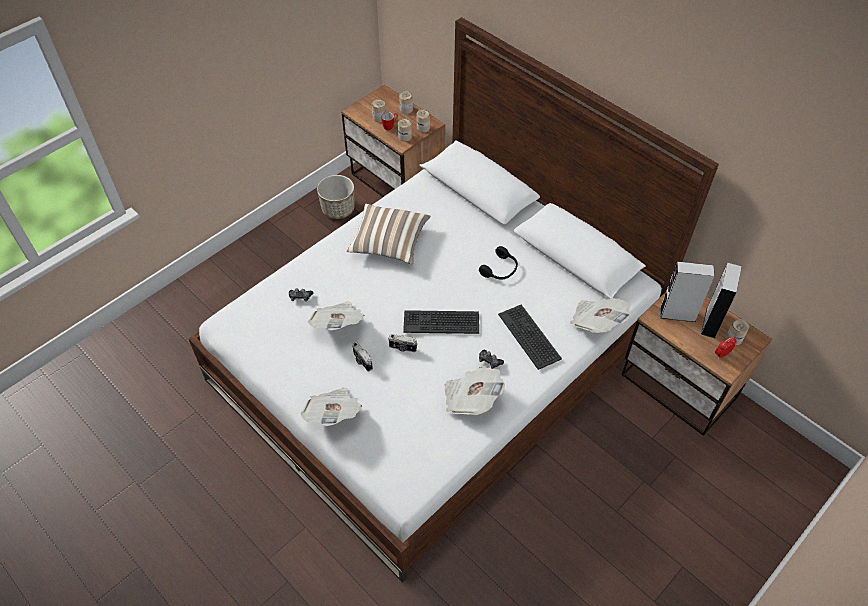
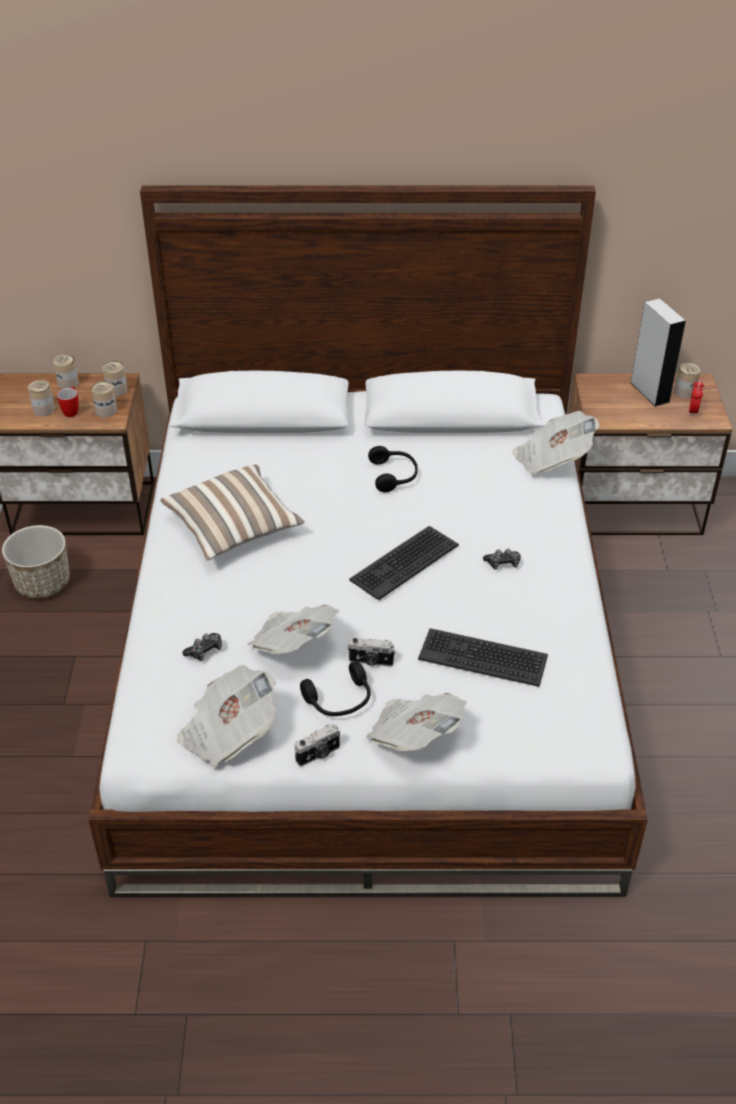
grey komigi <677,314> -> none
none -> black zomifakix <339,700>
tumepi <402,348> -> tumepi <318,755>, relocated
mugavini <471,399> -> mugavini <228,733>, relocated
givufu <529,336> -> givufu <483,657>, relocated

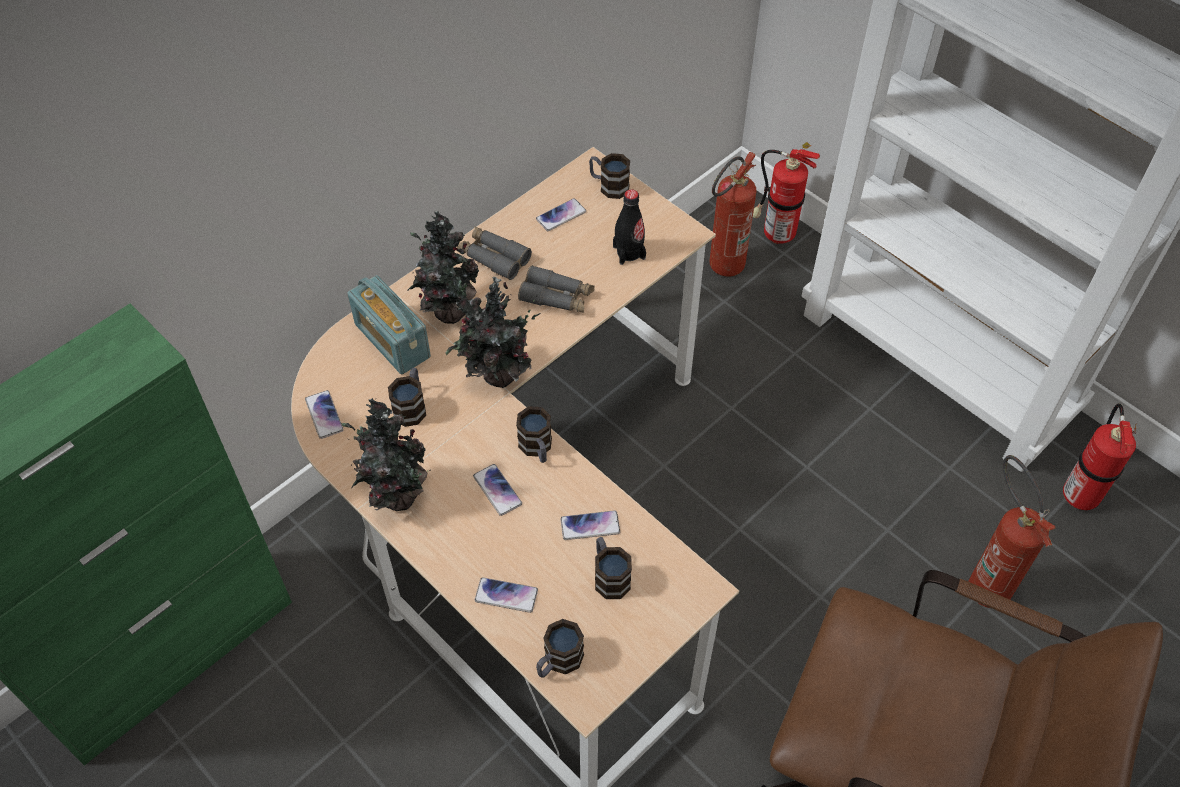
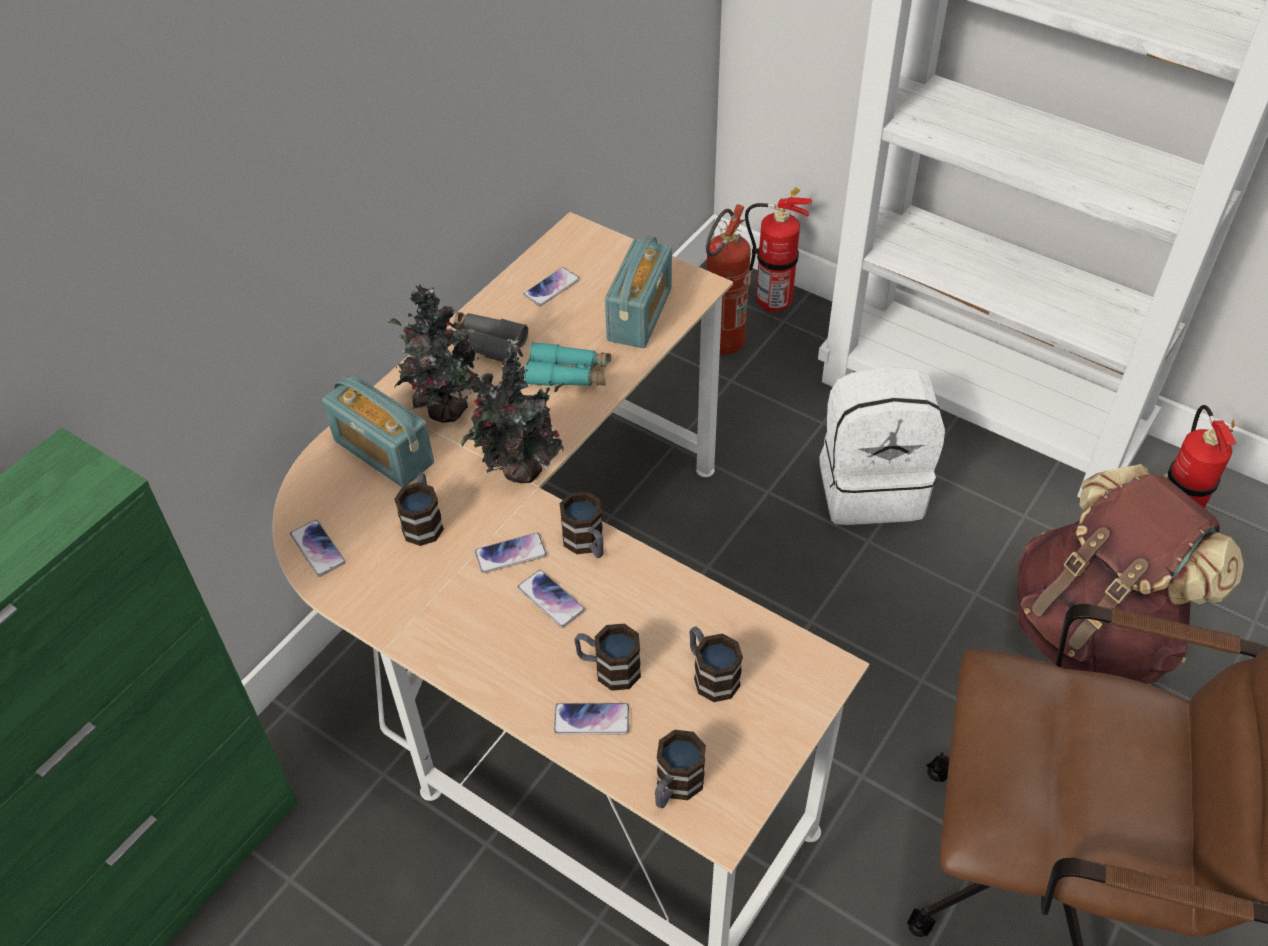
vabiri <395,496> -> none
none -> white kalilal <871,487>
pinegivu <590,526> -> pinegivu <510,554>, relocated
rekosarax <609,186> -> rekosarax <608,668>, relocated
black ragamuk <629,252> -> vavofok <640,314>
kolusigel <982,580> -> brown kalilal <1094,630>
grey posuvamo <557,297> -> turquoise posuvamo <569,374>

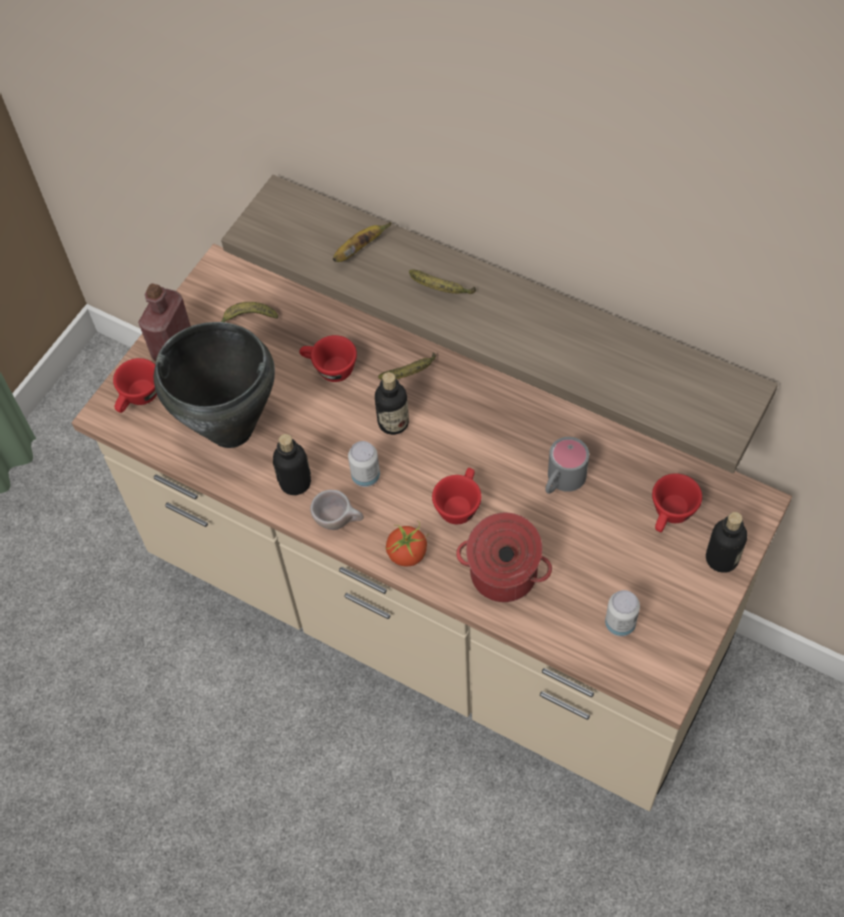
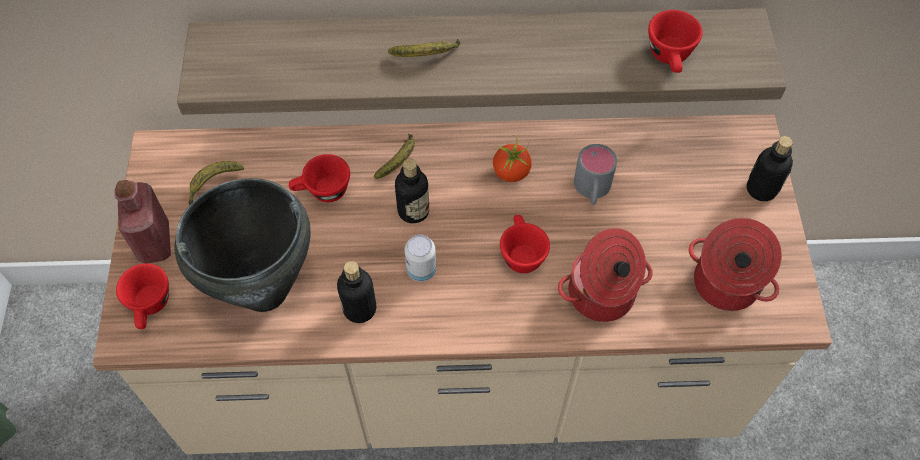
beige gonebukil <339,521> -> none
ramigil <359,249> -> none
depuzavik <407,554> -> depuzavik <511,172>, relocated
red gonebukil <671,515> -> red gonebukil <670,58>, relocated
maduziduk <620,624> -> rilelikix <724,284>

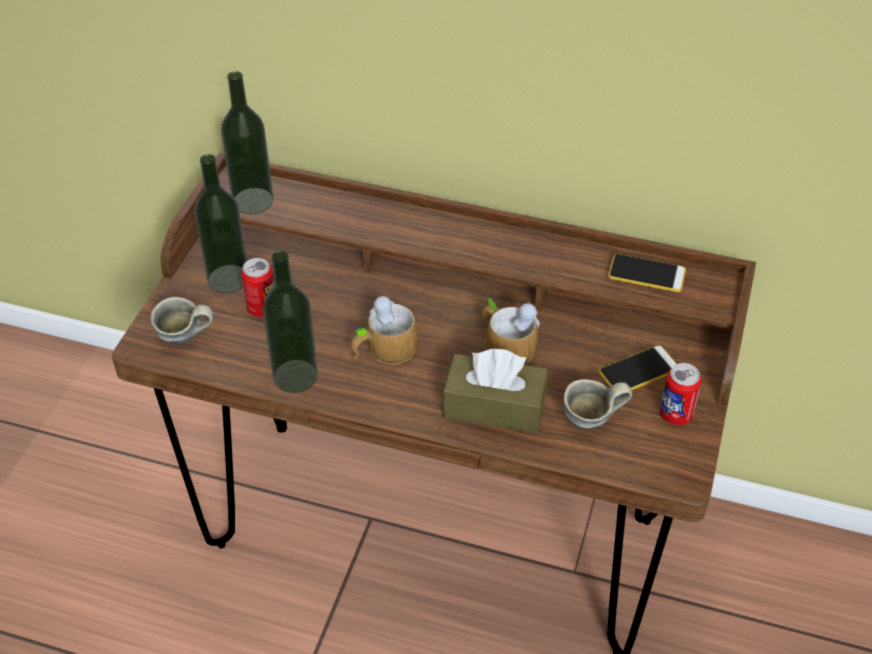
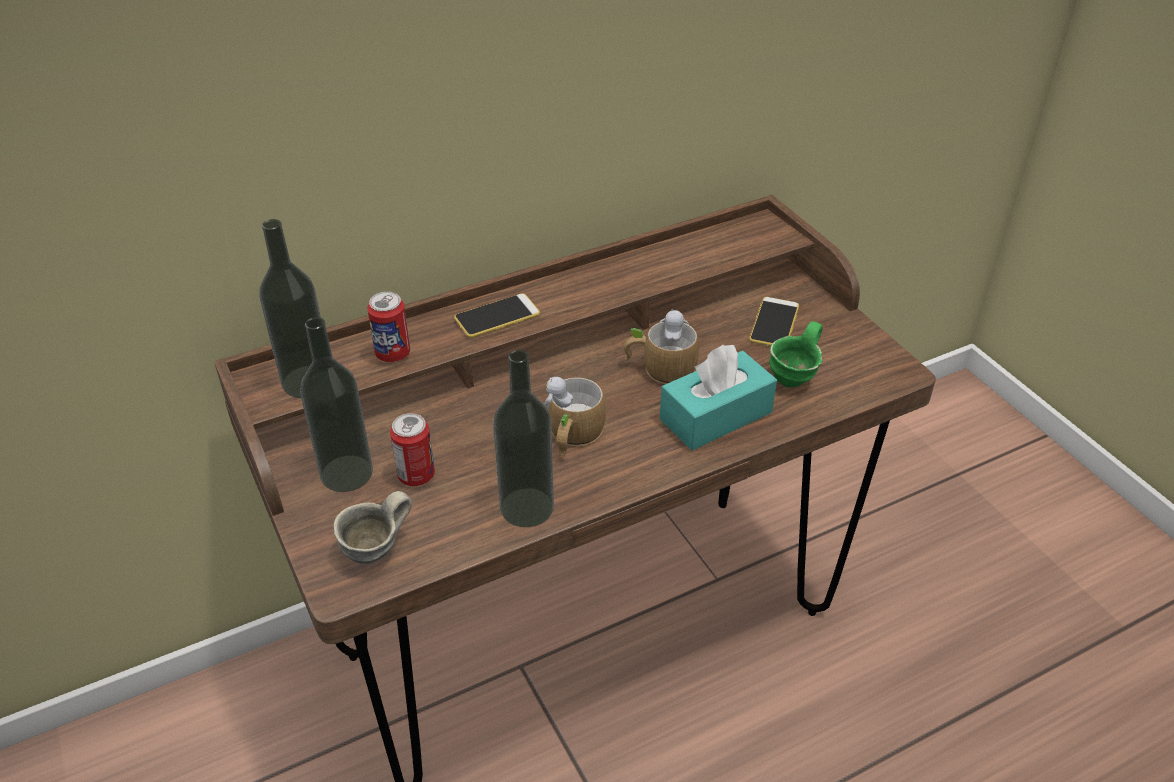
pinegivu <646,274> -> pinegivu <497,316>, relocated
maduziduk <675,414> -> maduziduk <393,354>, relocated
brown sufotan <494,406> -> turquoise sufotan <716,416>
grey rekosarax <591,423> -> green rekosarax <796,379>

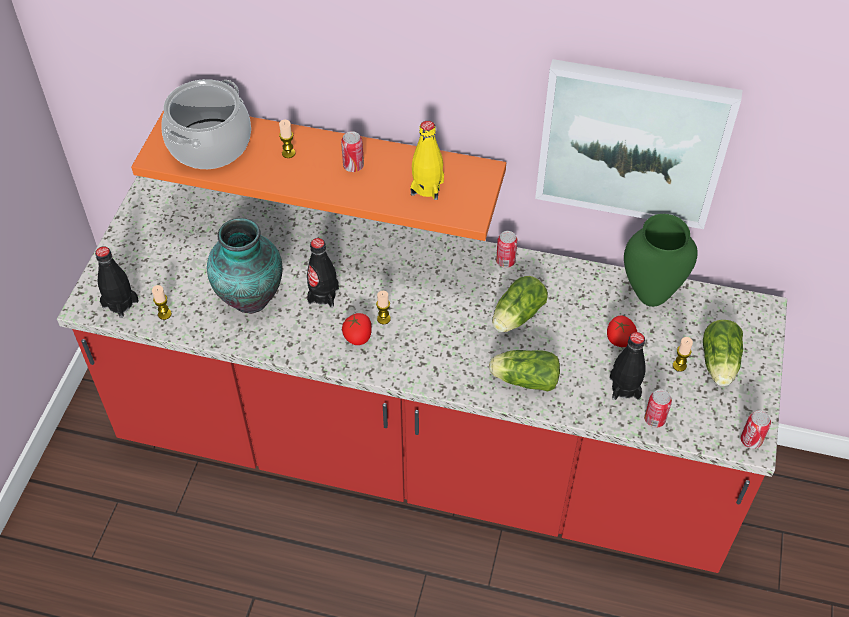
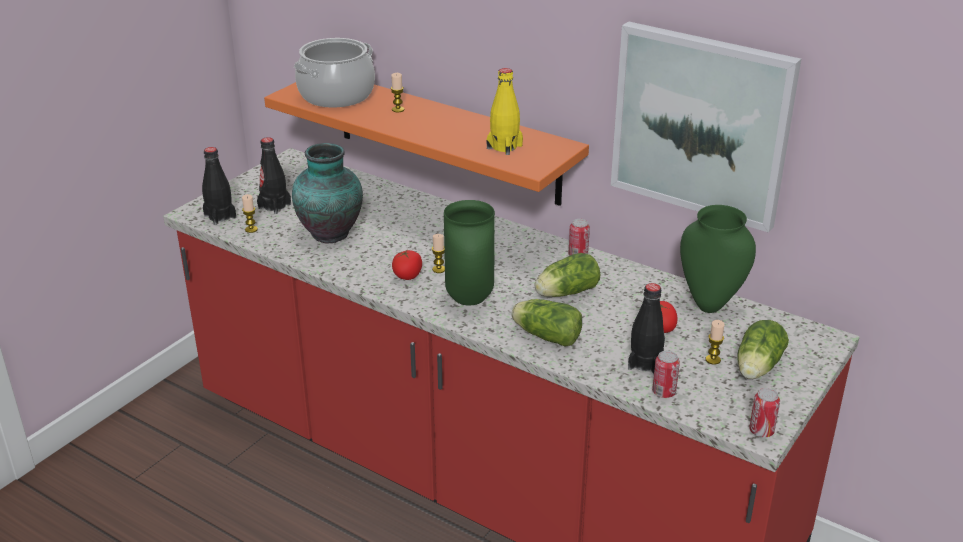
maduziduk <353,166> -> none
none -> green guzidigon <468,299>
black ragamuk <323,295> -> black ragamuk <274,206>, relocated

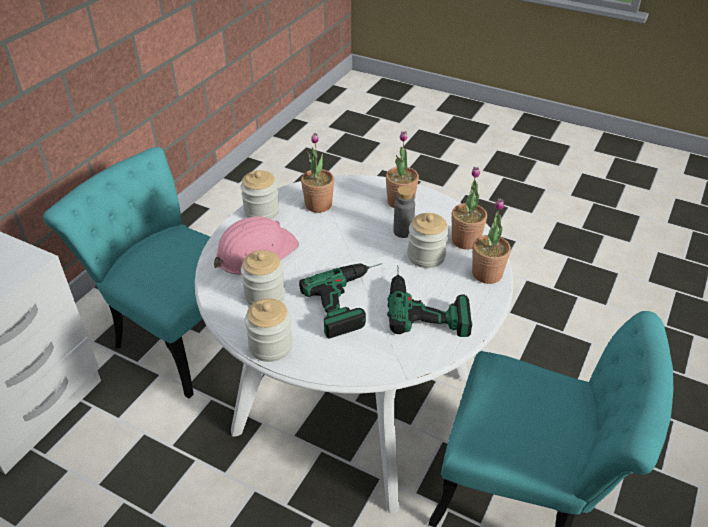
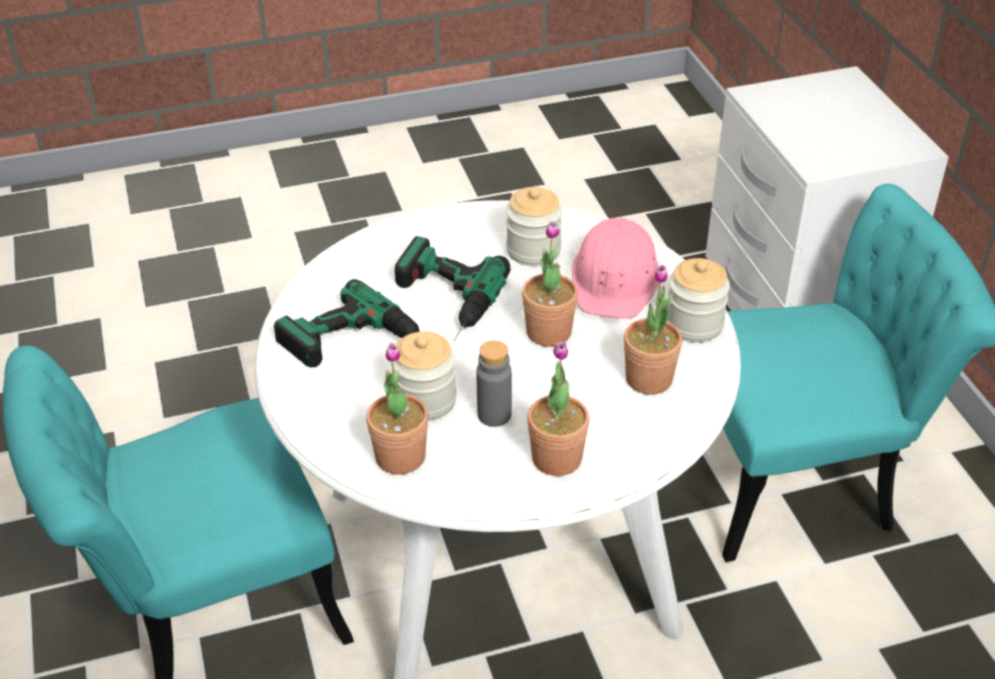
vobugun <270,346> -> none
vabiri <487,274> -> vabiri <548,332>, relocated

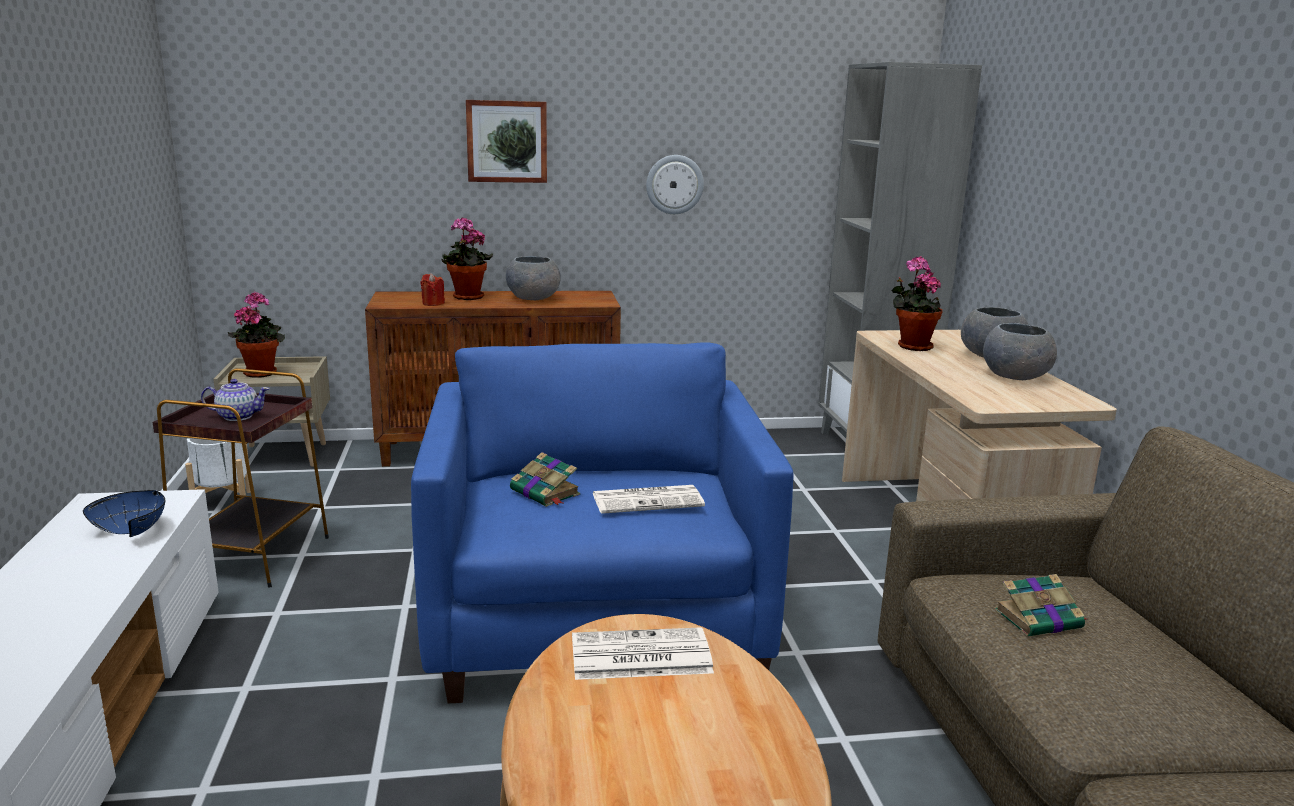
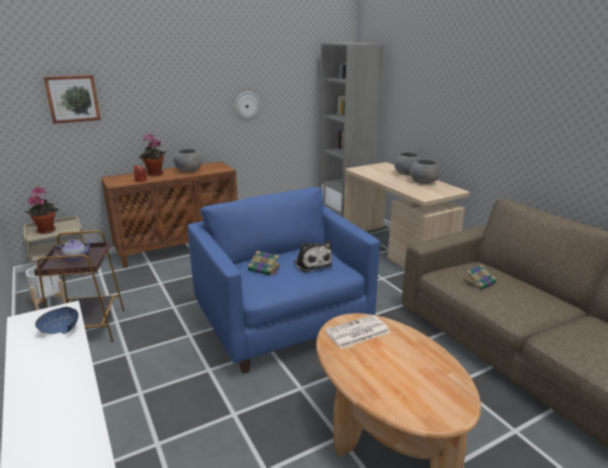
vabiri <911,346> -> none
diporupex <507,141> -> diporupex <72,98>, relocated
mugavini <649,500> -> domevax <312,263>

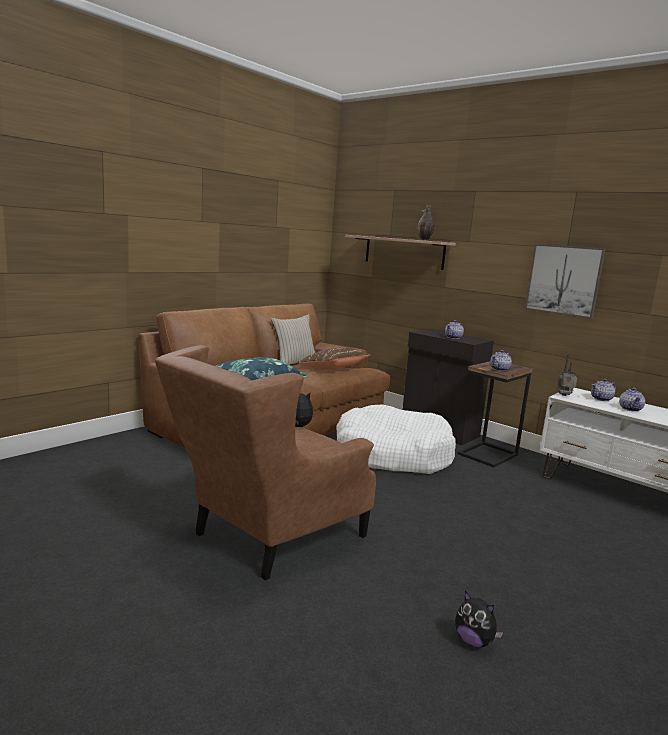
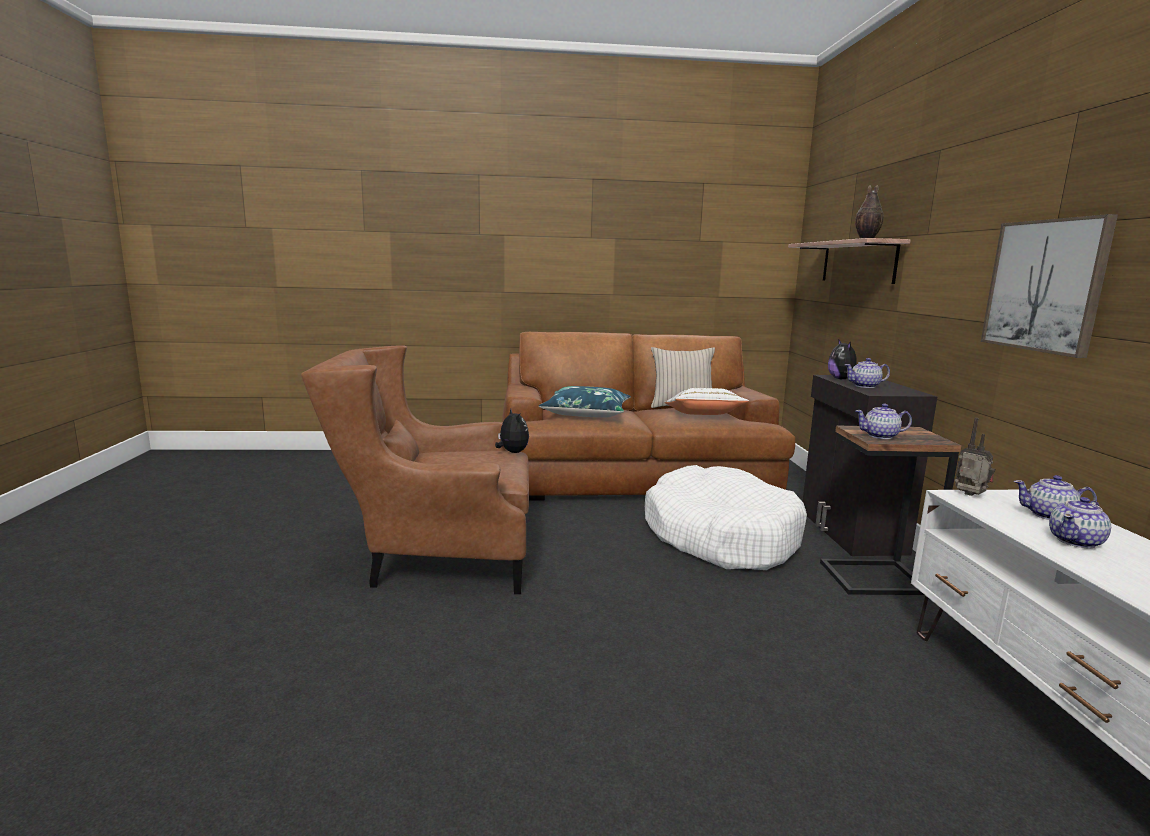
domevax <474,641> -> domevax <842,379>, relocated
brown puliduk <333,369> -> white puliduk <703,416>

